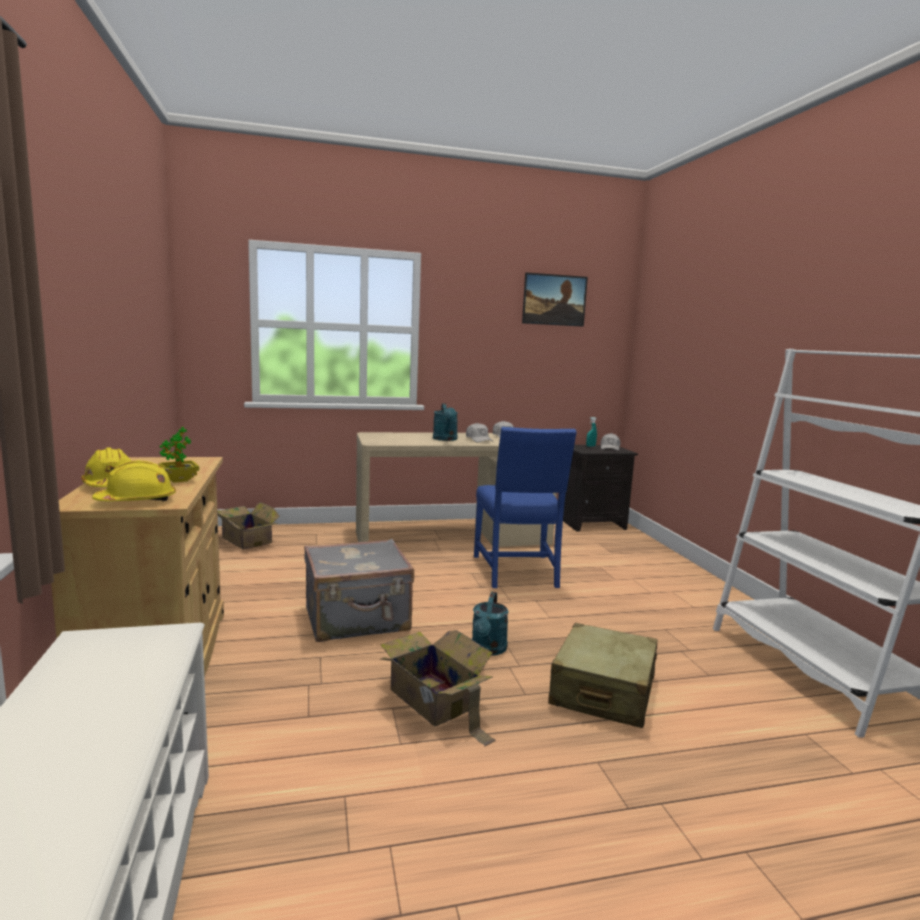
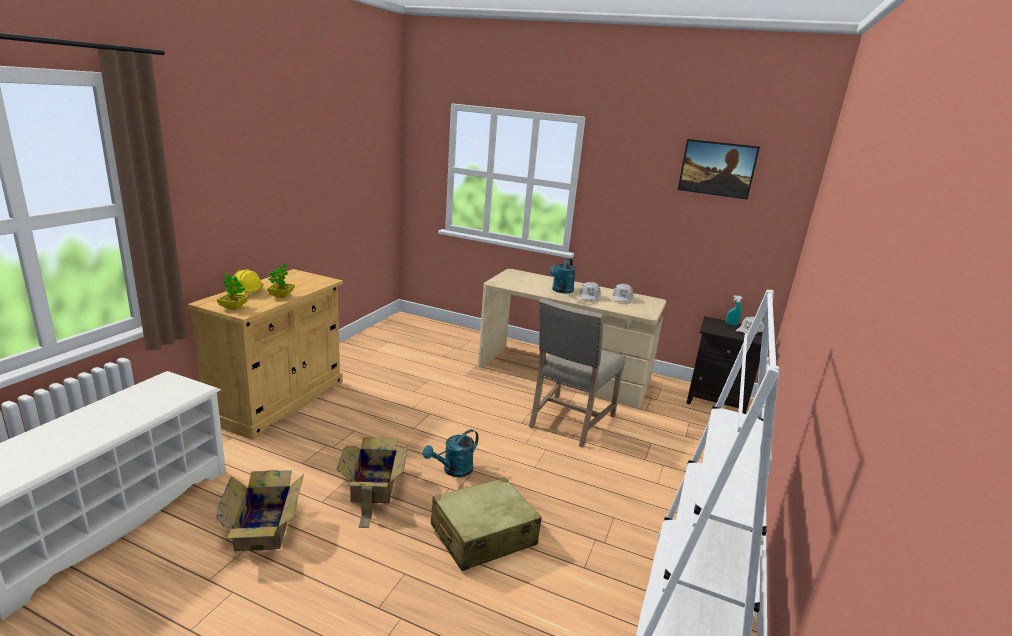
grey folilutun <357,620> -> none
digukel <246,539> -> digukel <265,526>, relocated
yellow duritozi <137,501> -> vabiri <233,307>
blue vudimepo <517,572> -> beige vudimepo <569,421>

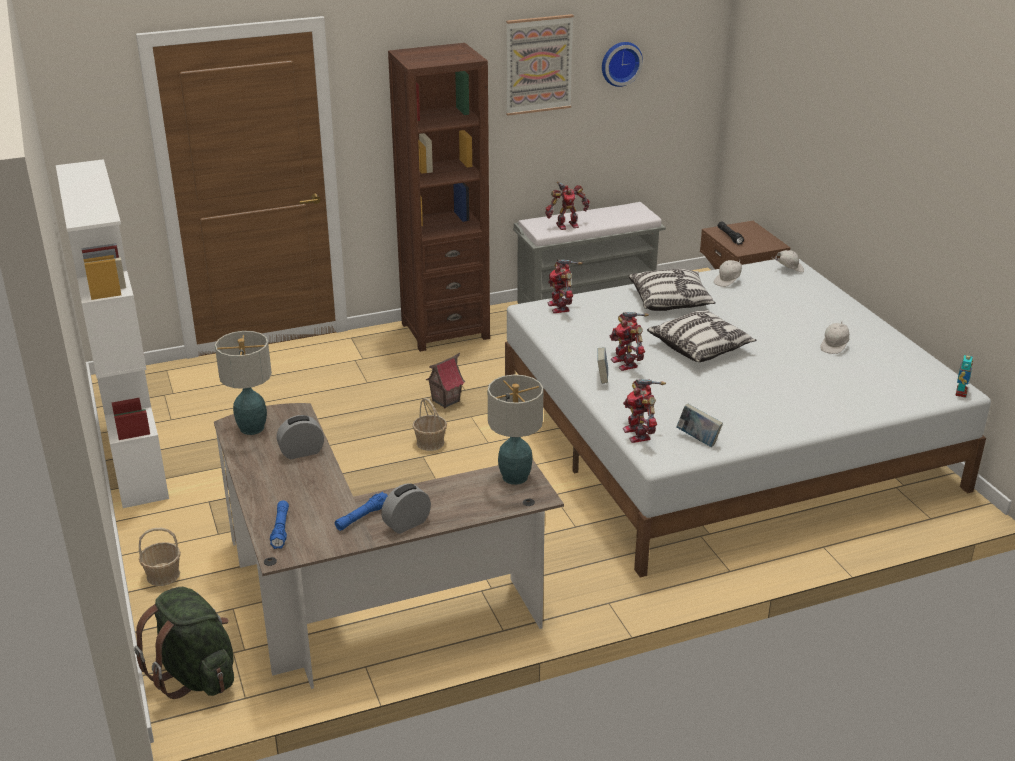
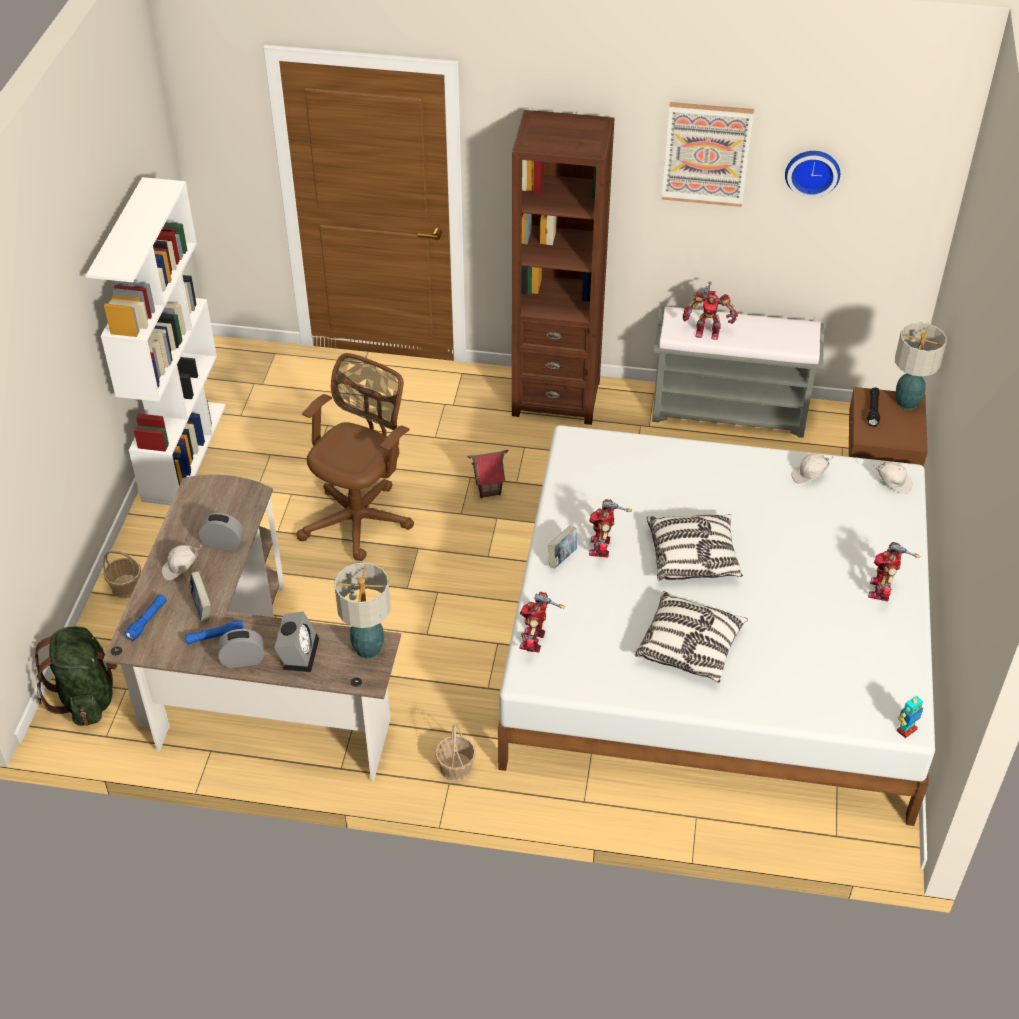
none -> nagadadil <298,652>
none -> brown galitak <360,518>
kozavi <252,428> -> kozavi <907,403>, relocated
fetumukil <430,443> -> fetumukil <455,767>, relocated
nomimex <560,307> -> nomimex <882,590>, relocated
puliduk <670,301> -> puliduk <689,647>, relocated
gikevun <698,439> -> gikevun <202,608>, relocated
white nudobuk <835,346> -> white nudobuk <181,569>, relocated

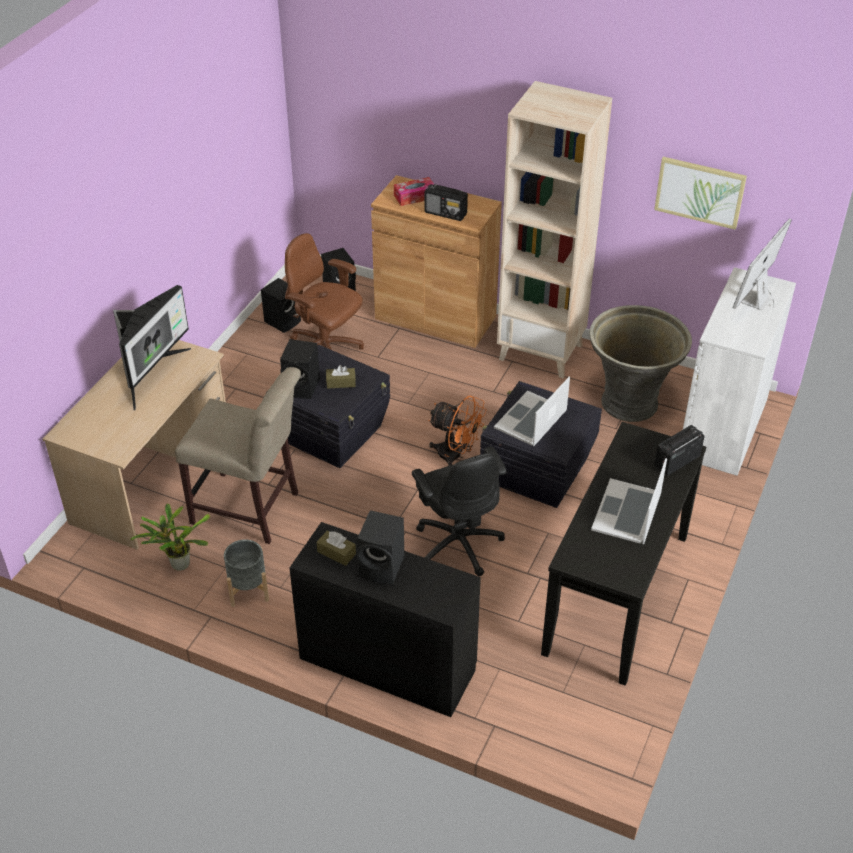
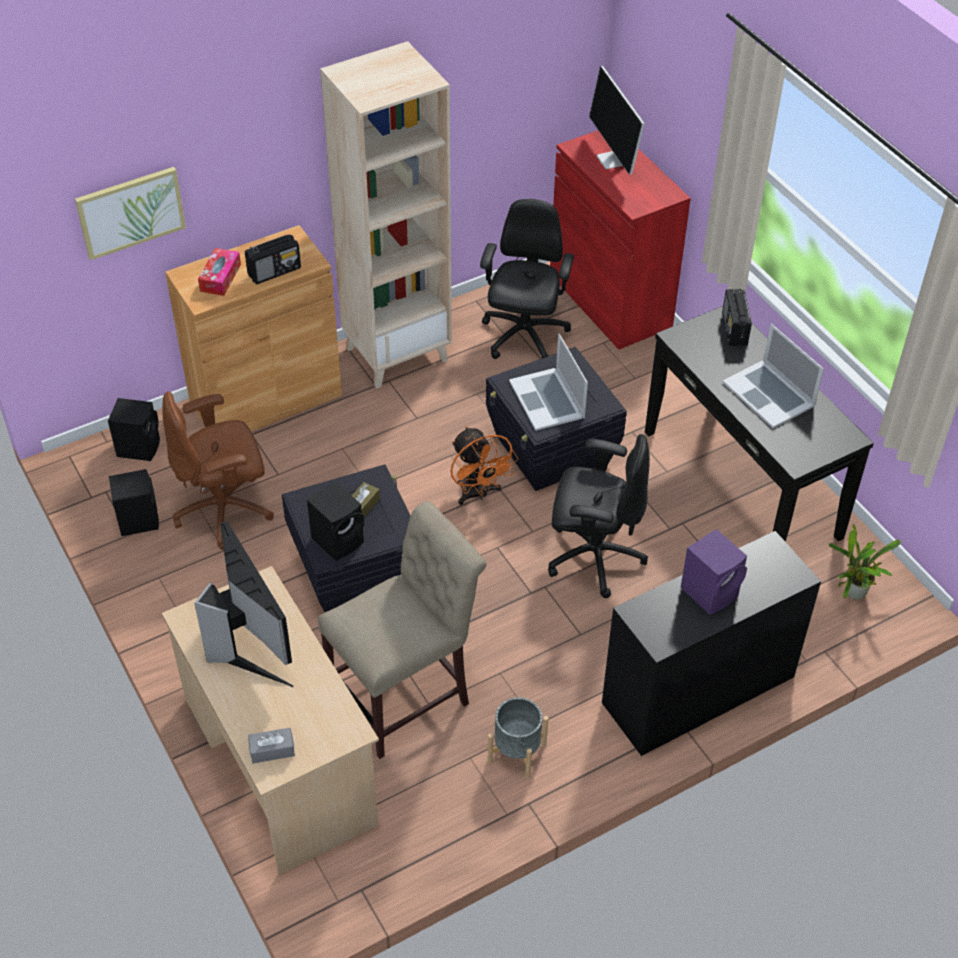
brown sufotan <336,553> -> none
none -> grey sufotan <272,750>
vabiri <178,564> -> vabiri <852,594>, relocated
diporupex <700,192> -> diporupex <130,212>, relocated
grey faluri <630,403> -> black galitak <524,336>
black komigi <383,567> -> purple komigi <711,591>
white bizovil <723,428> -> red bizovil <610,300>
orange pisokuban <456,456> -> orange pisokuban <478,494>, 90 degrees clockwise

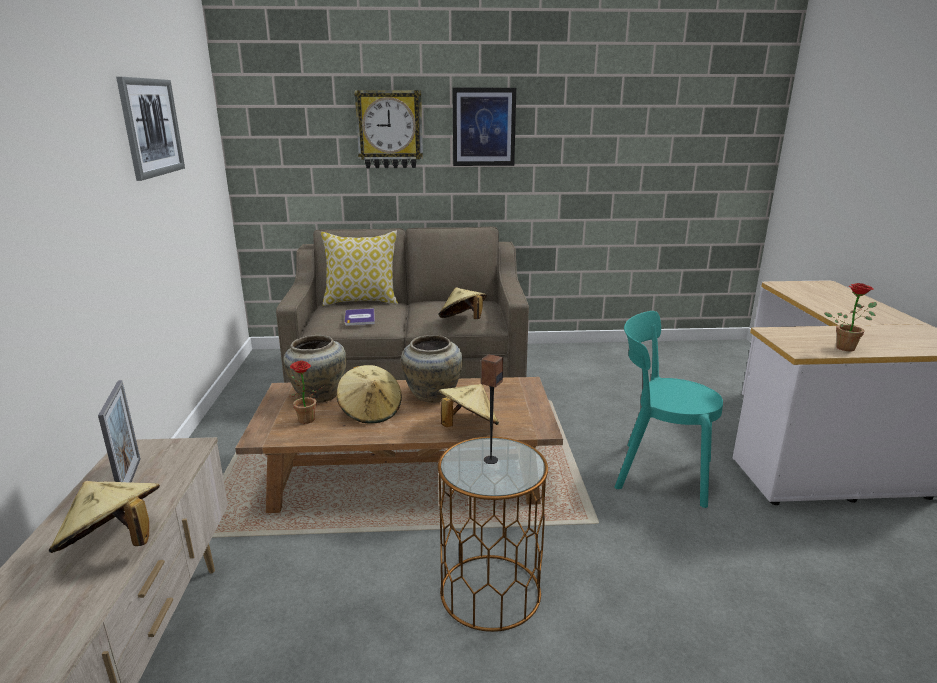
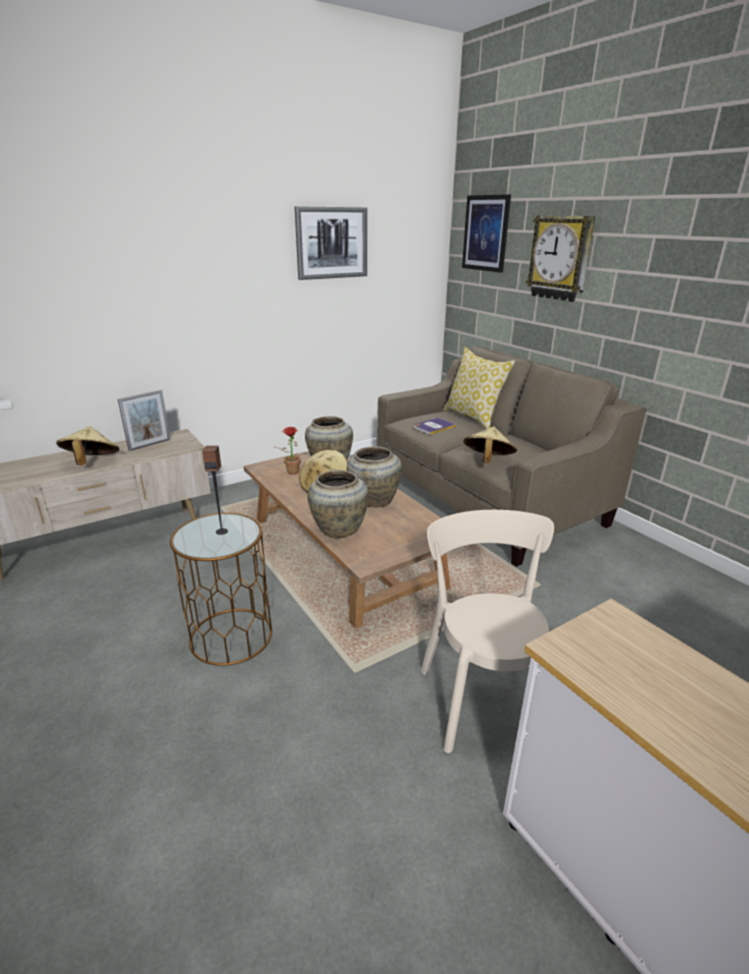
vabiri <847,347> -> none
diporupex <483,127> -> diporupex <486,233>, relocated
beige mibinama <468,426> -> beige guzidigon <338,529>
turquoise vudimepo <657,472> -> beige vudimepo <481,696>

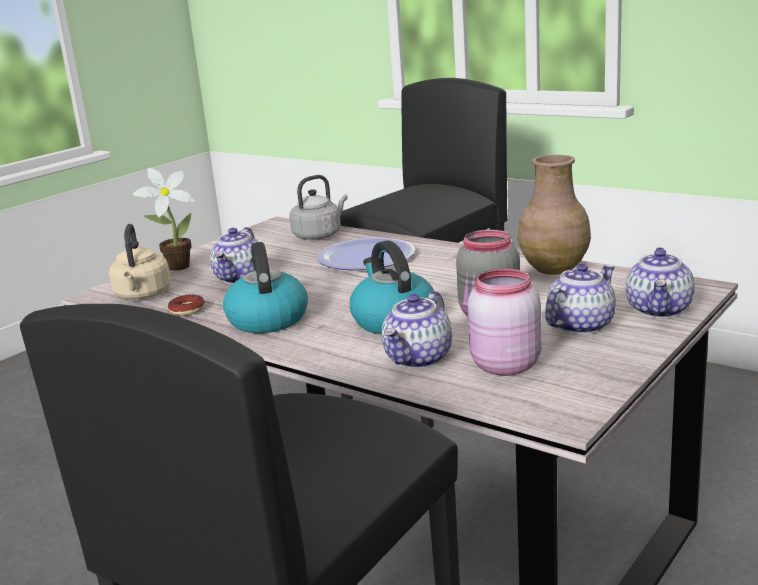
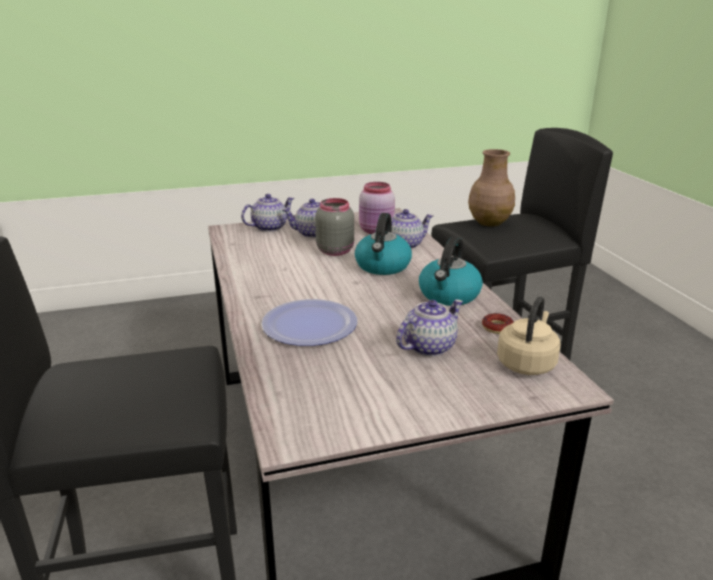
vabiri <175,267> -> none
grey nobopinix <319,235> -> none
brown guzidigon <554,268> -> brown guzidigon <488,222>, relocated

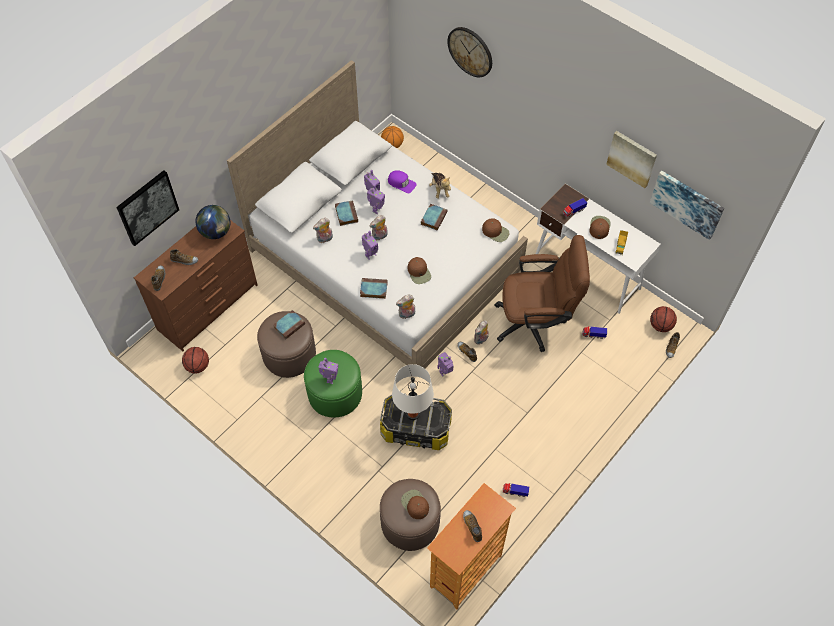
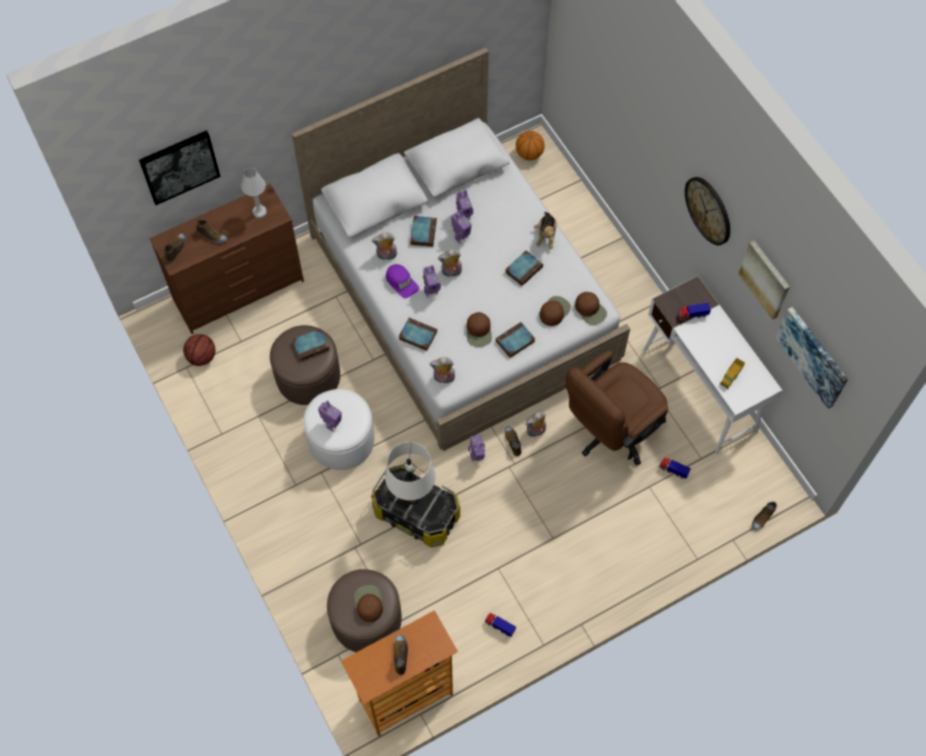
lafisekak <660,326> -> none
none -> gikevun <514,342>
purple nudobuk <401,183> -> purple nudobuk <401,282>, relocated
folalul <470,51> -> folalul <708,210>, relocated
brown nudobuk <599,227> -> brown nudobuk <554,311>, relocated
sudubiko <216,232> -> white kozavi <259,212>
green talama <335,393> -> white talama <341,440>
brown galitak <536,322> -> brown galitak <610,432>, 120 degrees clockwise

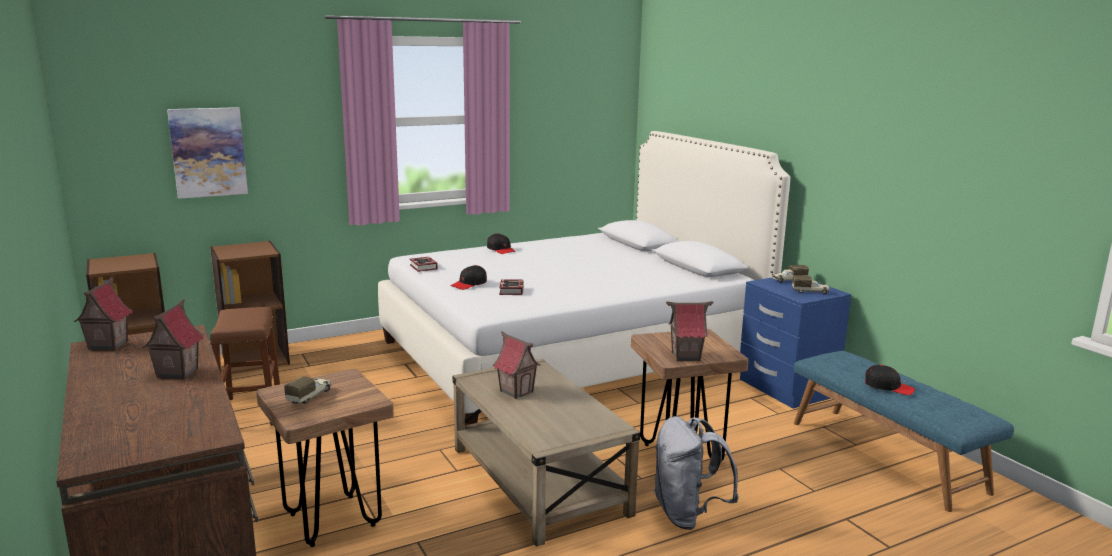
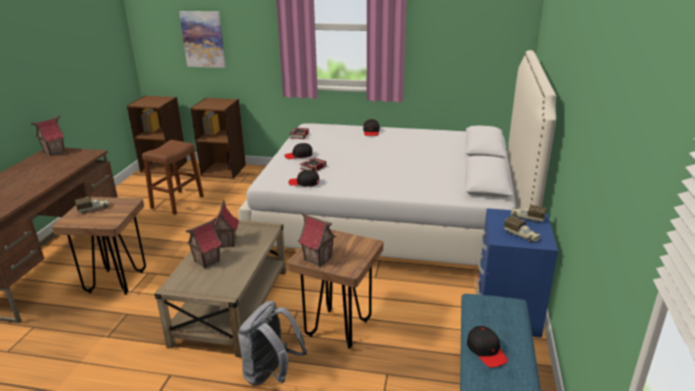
none -> black nudobuk <304,183>
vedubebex <177,373> -> vedubebex <207,261>, relocated

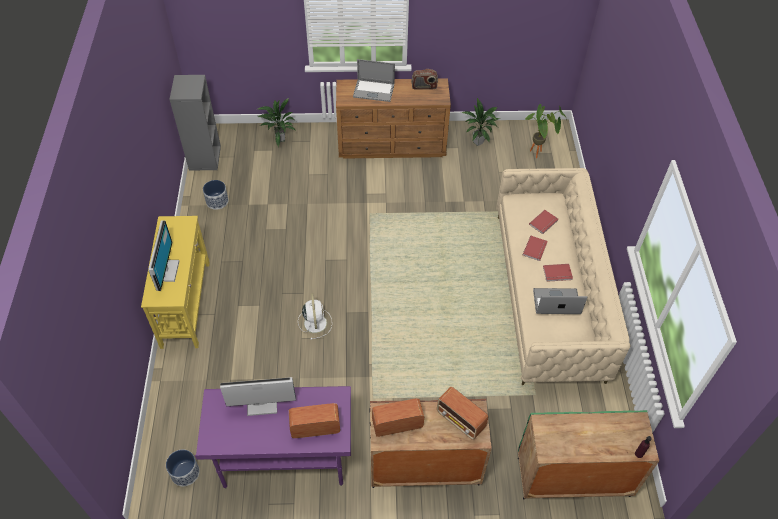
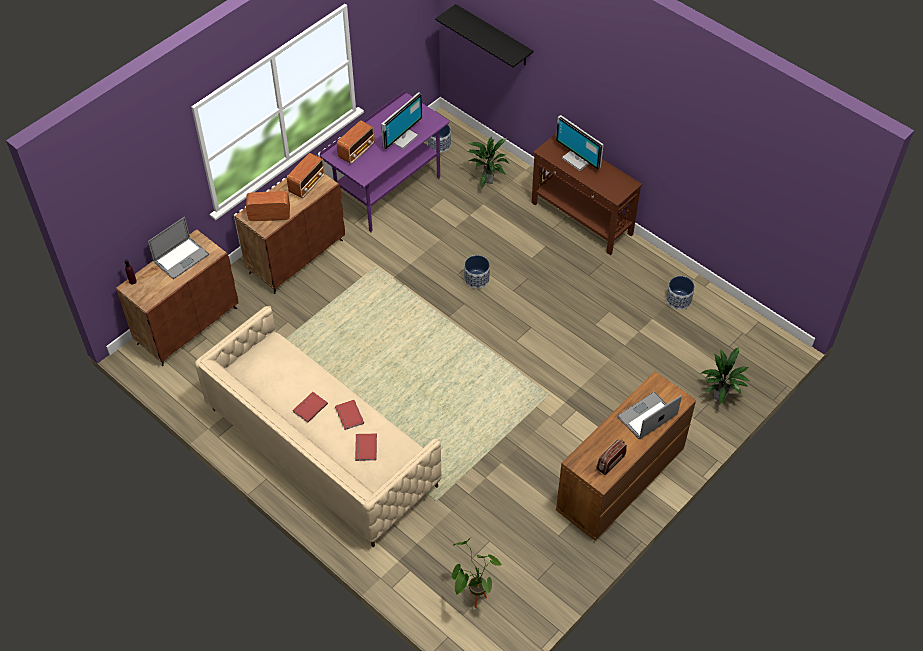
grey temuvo <204,157> -> none
none -> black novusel <493,36>
vabiri <478,142> -> vabiri <488,180>, relocated
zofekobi <556,302> -> zofekobi <181,258>, relocated
white pisokuban <315,322> -> faluri <477,279>
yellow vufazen <186,303> -> brown vufazen <582,219>
green bizovil <572,477> -> brown bizovil <187,325>

